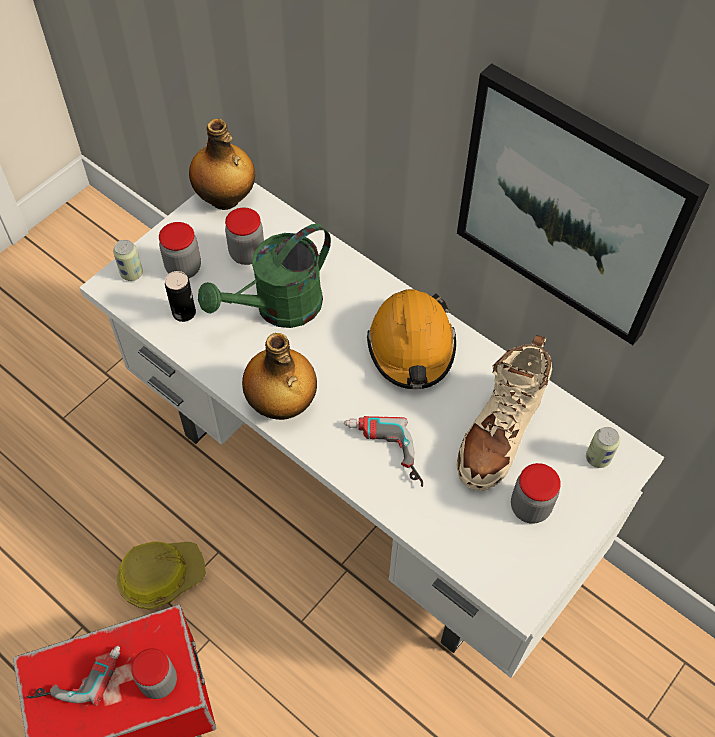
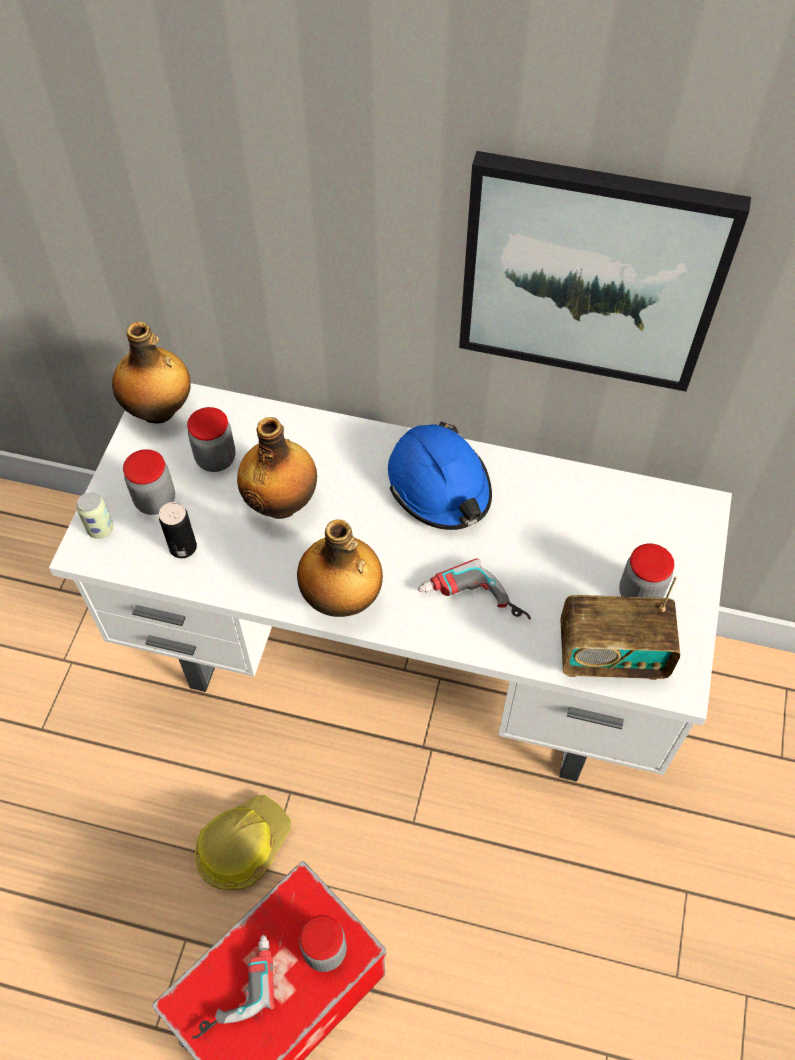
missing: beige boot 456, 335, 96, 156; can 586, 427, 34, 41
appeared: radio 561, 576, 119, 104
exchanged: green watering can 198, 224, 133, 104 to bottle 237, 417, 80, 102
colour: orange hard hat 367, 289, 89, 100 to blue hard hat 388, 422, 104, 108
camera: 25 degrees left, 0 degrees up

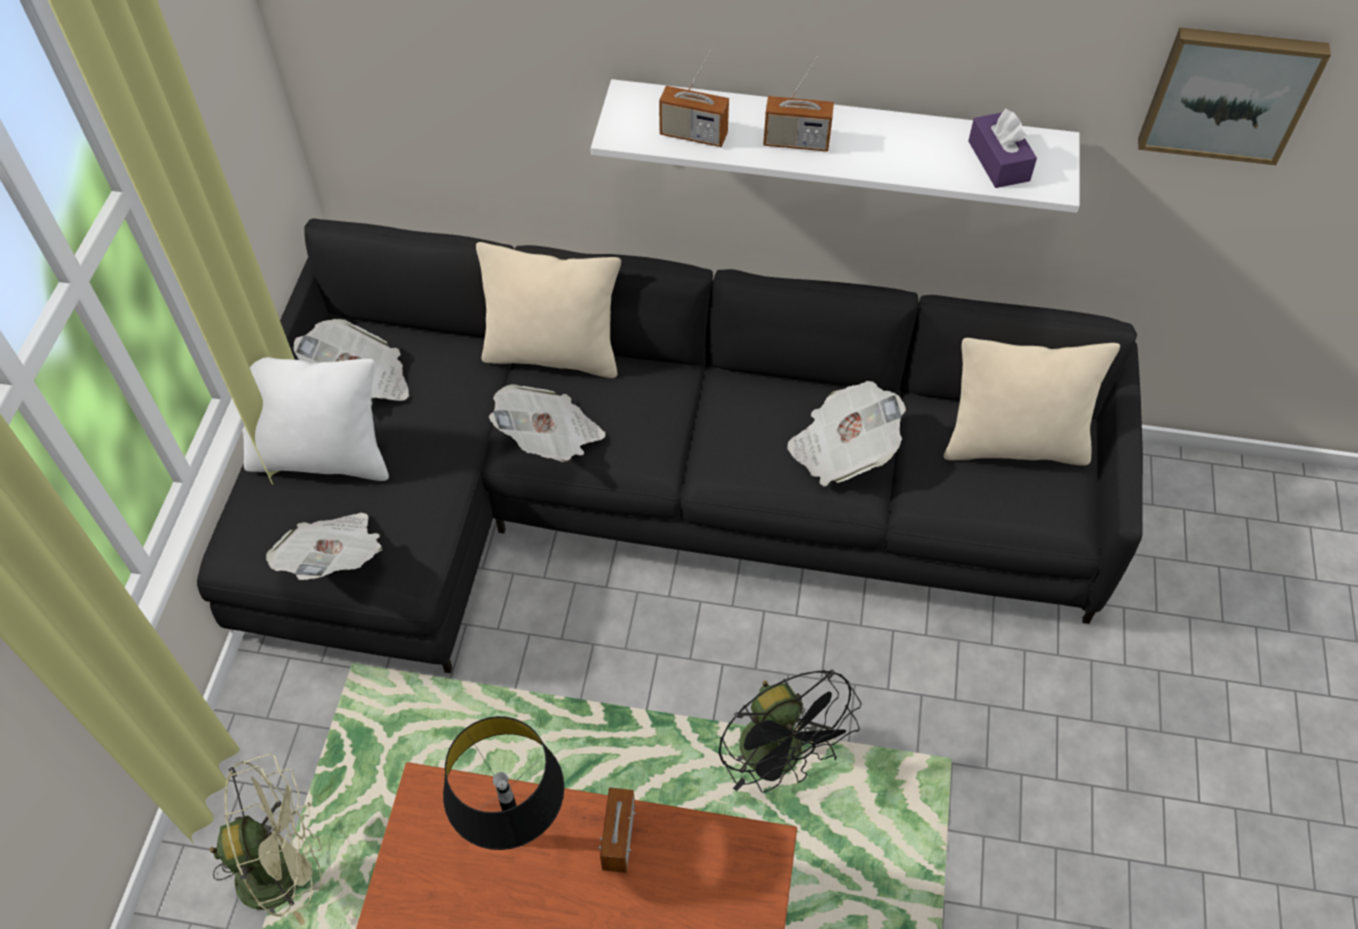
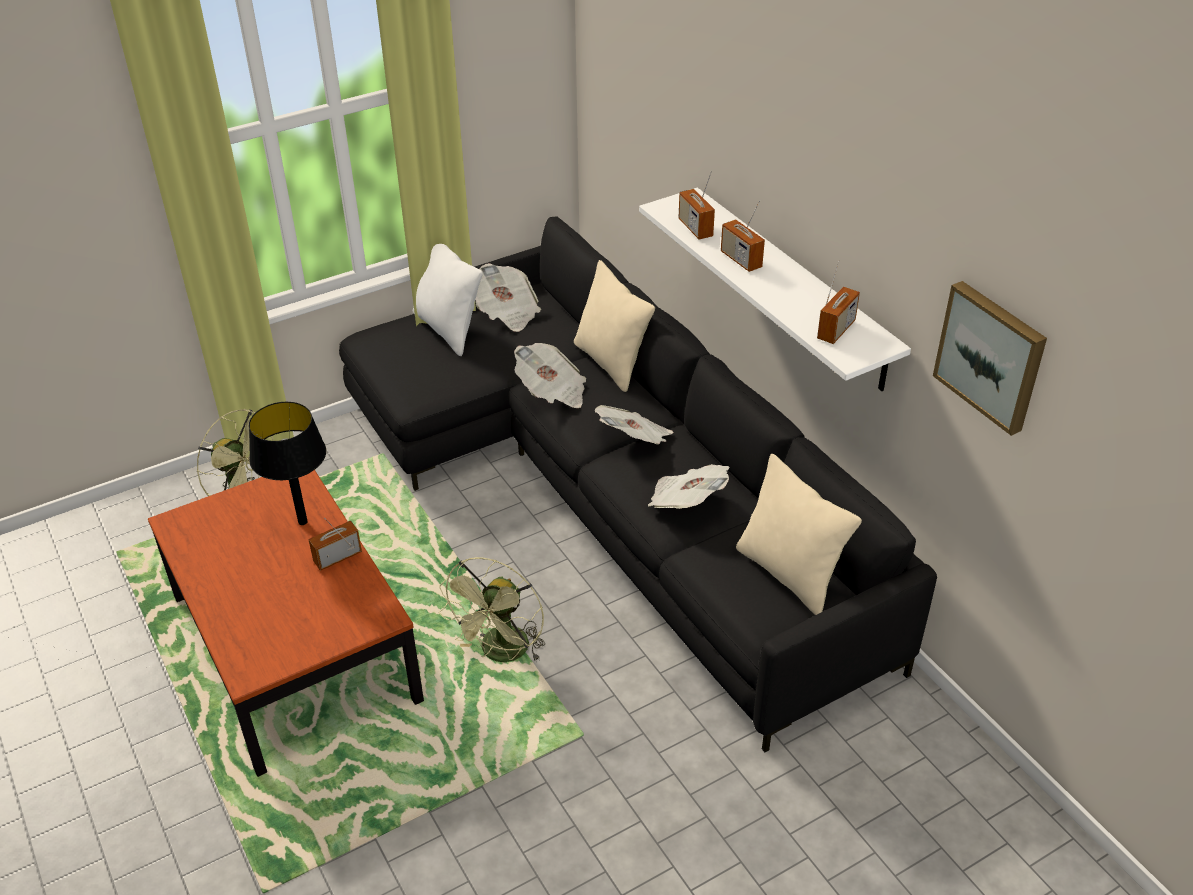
relocated: newspaper 266, 513, 116, 67 to 595, 405, 79, 39
exchanged: purple tissue box 968, 109, 69, 79 to radio 817, 260, 43, 84
colour: black fan 719, 669, 143, 123 to green fan 439, 557, 106, 105
camera: 50 degrees right, 15 degrees down

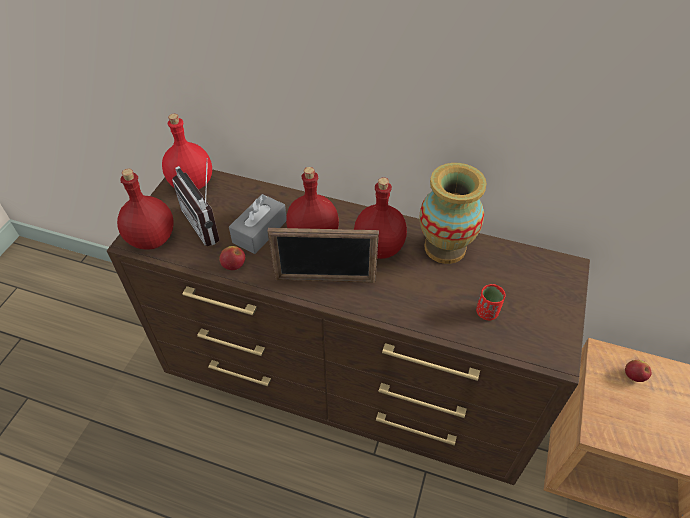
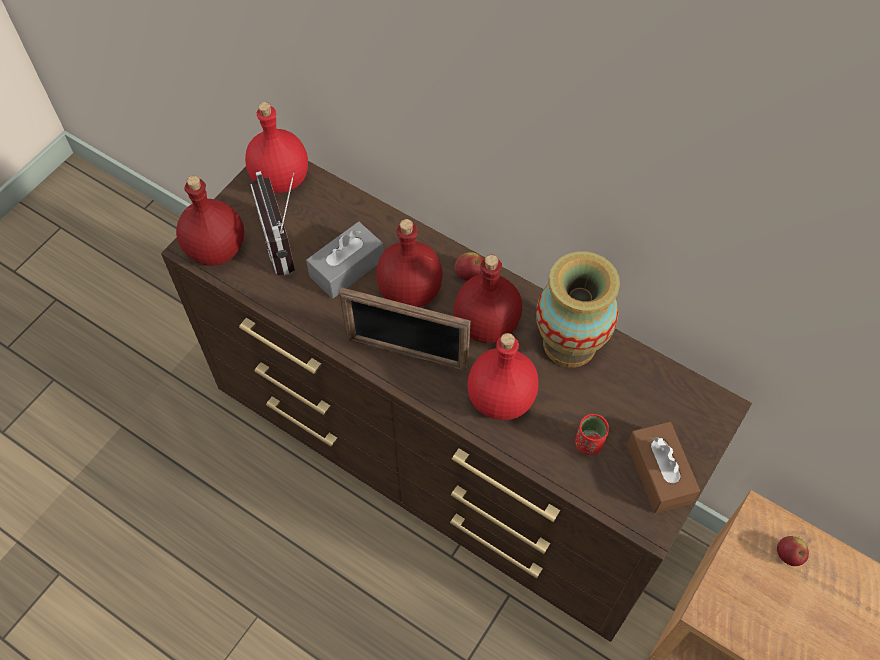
appeared: red bottle 467, 333, 72, 87; brown tissue box 627, 421, 73, 92
relocated: apple 219, 246, 26, 24 to 455, 252, 29, 29
camera: 15 degrees right, 10 degrees up

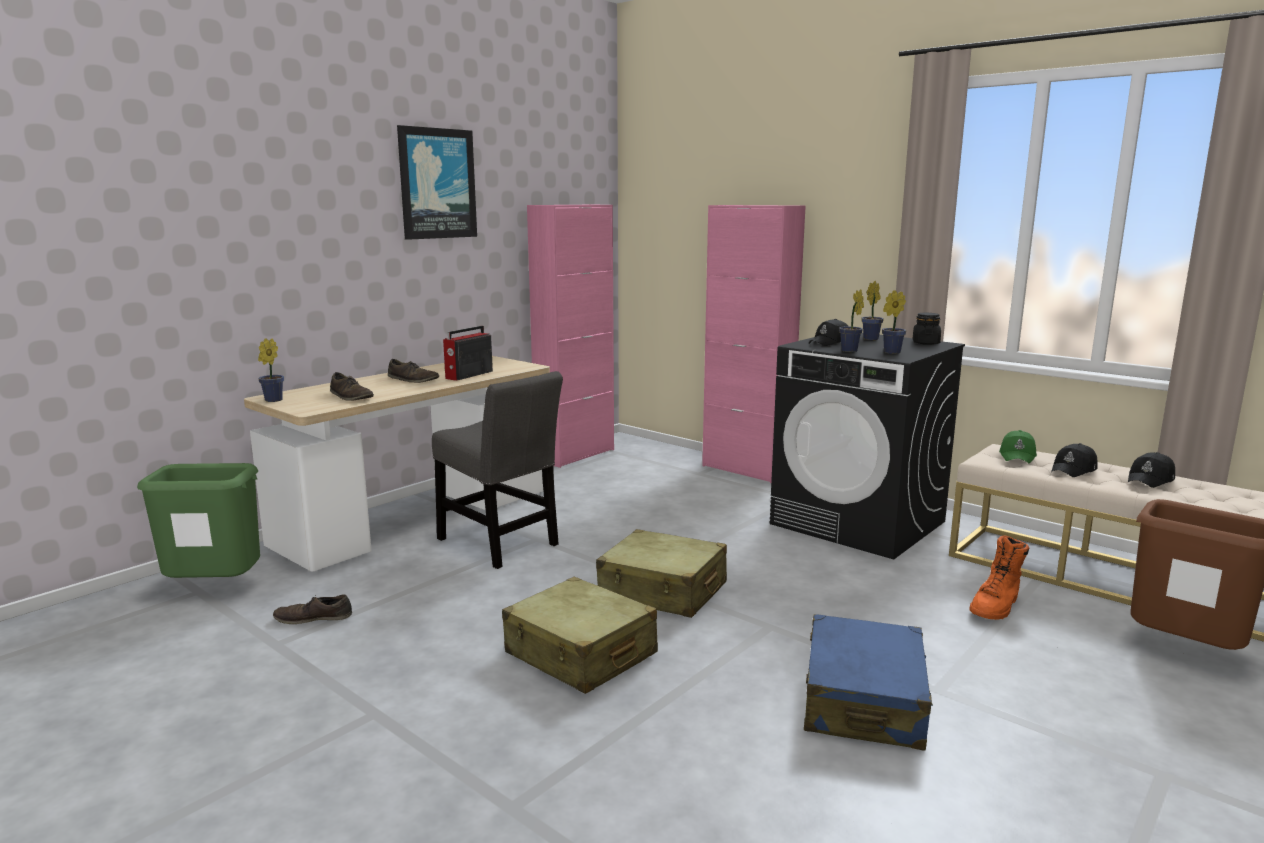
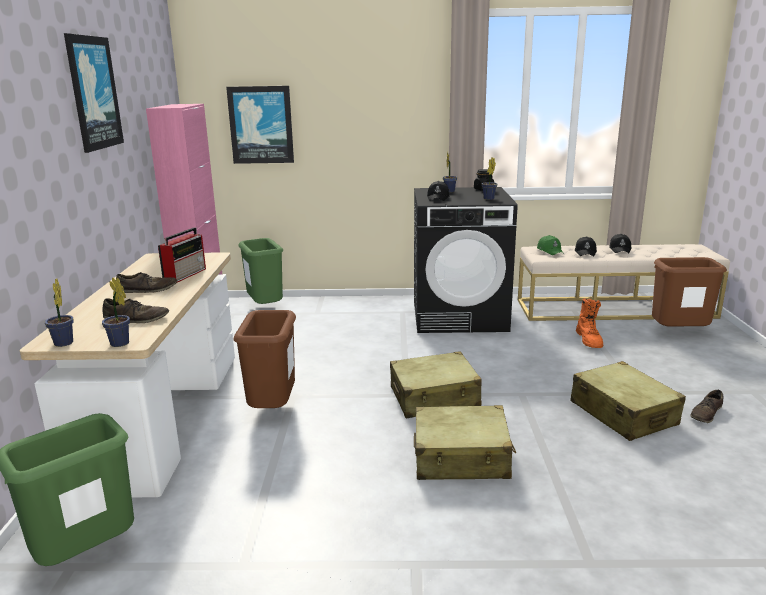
missing: pink cabinet 702, 205, 104, 278
appeared: picture 226, 86, 68, 78; green trash can 238, 238, 45, 66
relocated: brown shoe 273, 594, 79, 30 to 691, 390, 32, 33; potted plant 839, 289, 25, 63 to 102, 277, 28, 70
exchanged: grey chair 432, 371, 131, 198 to brown trash can 233, 310, 63, 98
colour: blue suitcase 804, 614, 129, 137 to beige suitcase 570, 361, 116, 80
spun: radio 443, 326, 50, 55 = 158, 227, 48, 55 150 degrees counterclockwise
camera: 40 degrees left, 5 degrees up

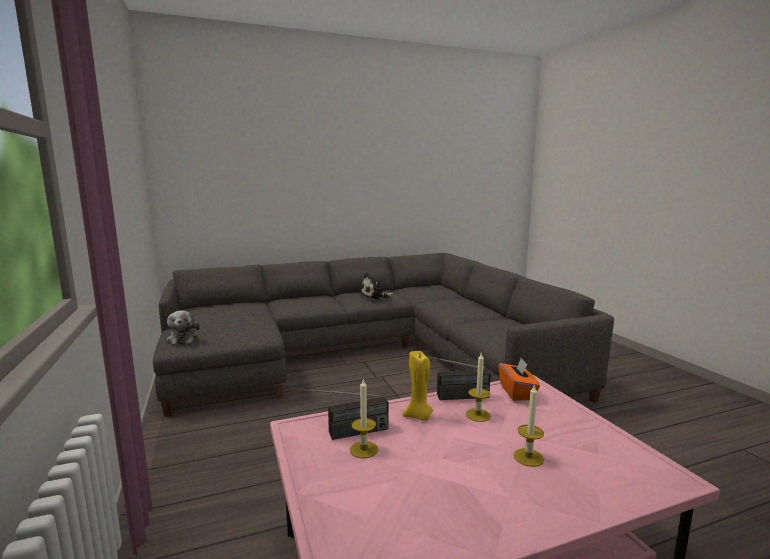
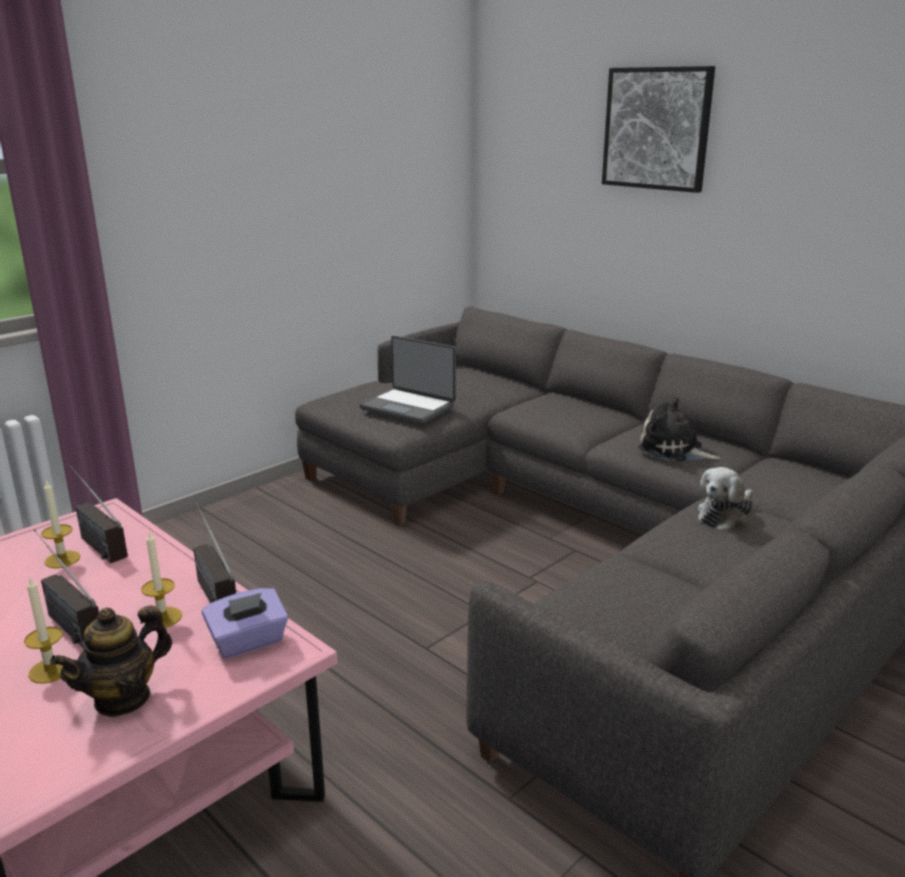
missing: yellow candle 403, 351, 30, 70
appeared: radio 34, 530, 65, 117; teapot 50, 605, 122, 112; laptop 359, 336, 97, 88; picture 602, 66, 113, 127
relocated: plush toy 167, 310, 33, 35 to 698, 467, 55, 65
colour: orange tissue box 498, 358, 42, 43 to purple tissue box 202, 588, 86, 70
camera: 65 degrees right, 10 degrees up

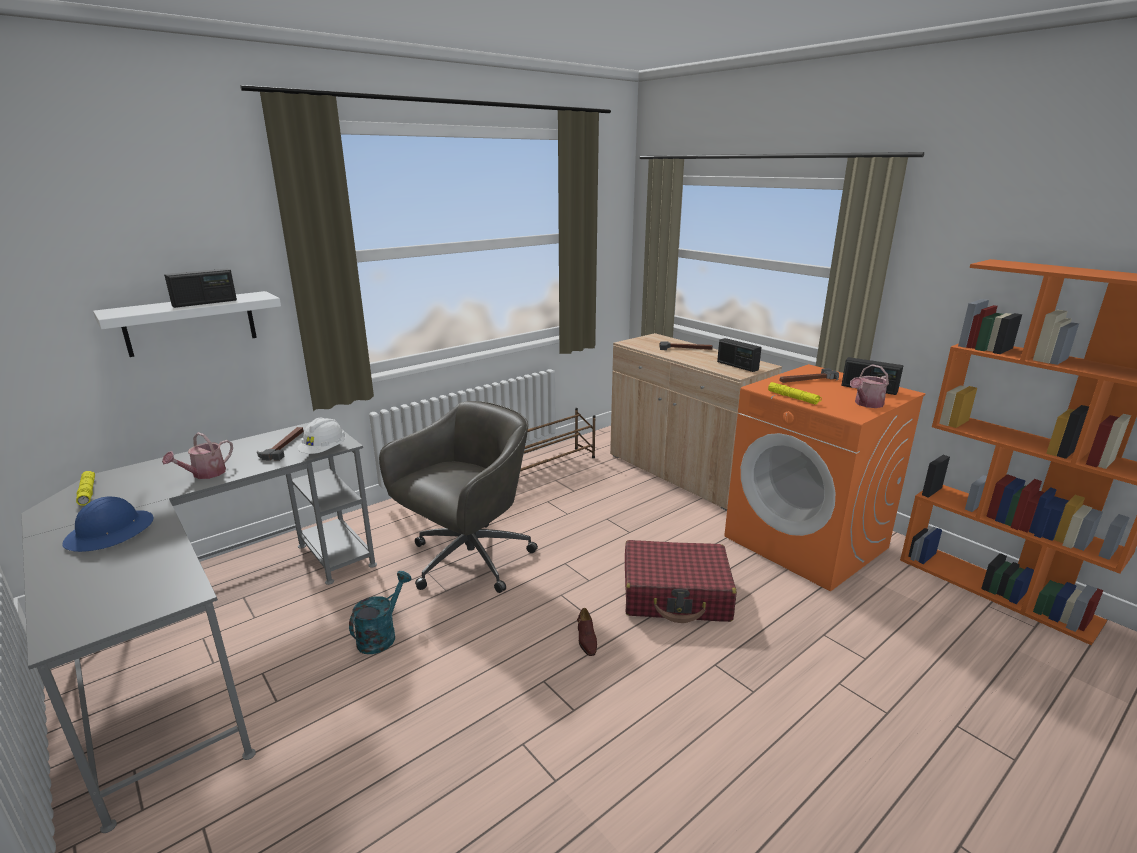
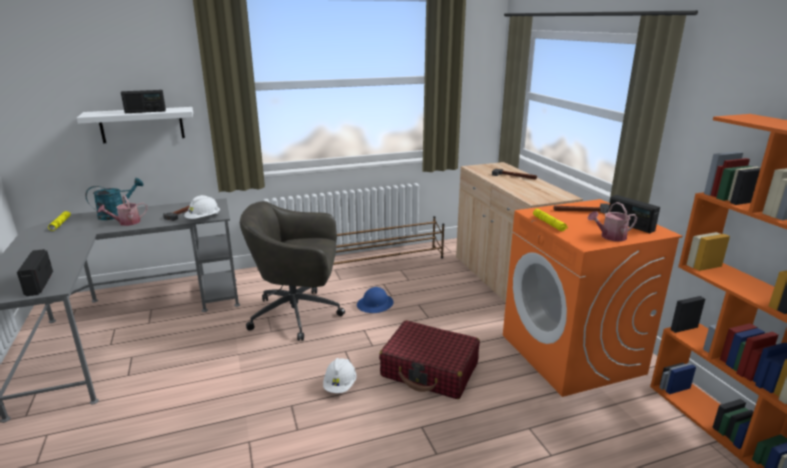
relocated: blue hard hat 63, 496, 90, 56 to 357, 287, 37, 26; turquoise watering can 349, 571, 63, 83 to 86, 178, 58, 42; radio 717, 338, 45, 34 to 17, 249, 36, 47
exchanged: brown shoe 577, 608, 20, 48 to white hard hat 323, 358, 34, 35
spun: grey office chair 379, 401, 159, 192 = 240, 201, 105, 140 150 degrees counterclockwise
camera: 20 degrees right, 0 degrees up

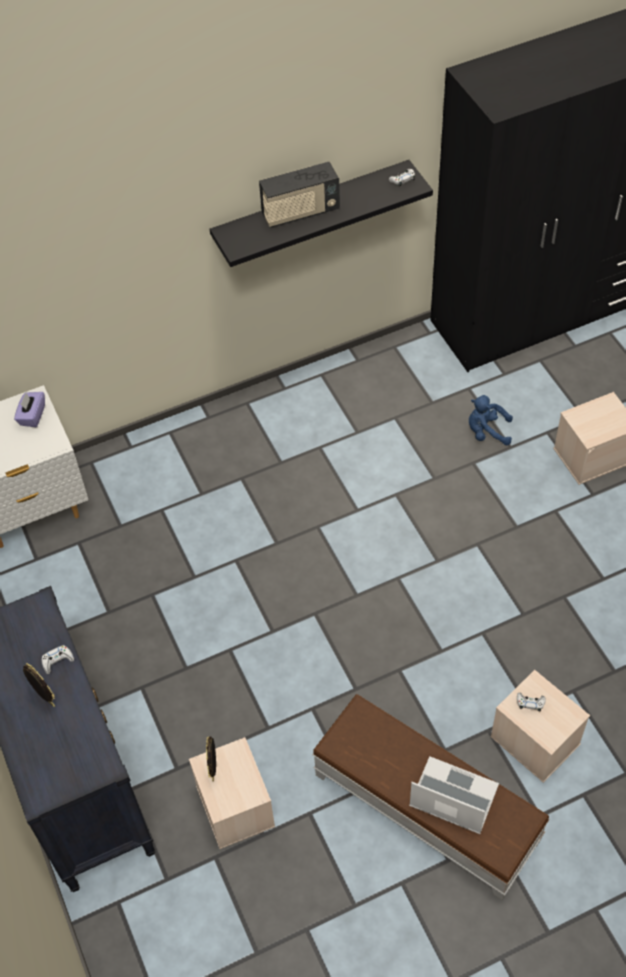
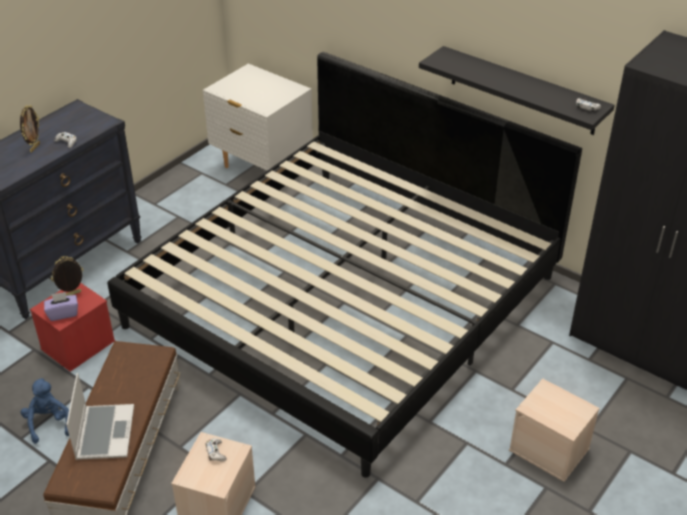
missing: radio 259, 162, 81, 66
appeared: bed 107, 52, 475, 426
relocated: purple tissue box 14, 392, 31, 35 to 44, 292, 34, 29; blue plush toy 469, 395, 44, 50 to 20, 378, 49, 66
colour: beige storage box 189, 737, 86, 112 to red storage box 30, 283, 85, 89
camera: 60 degrees right, 15 degrees down

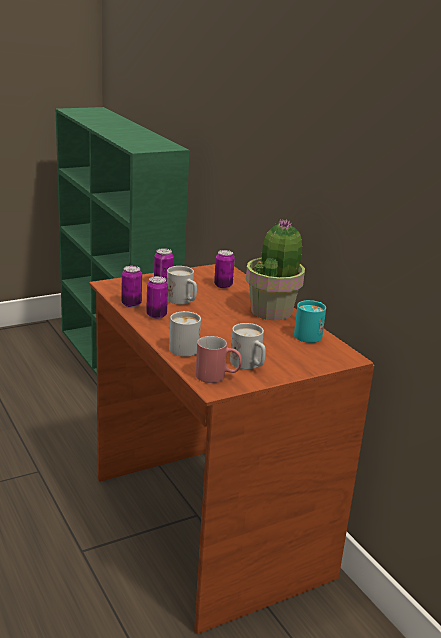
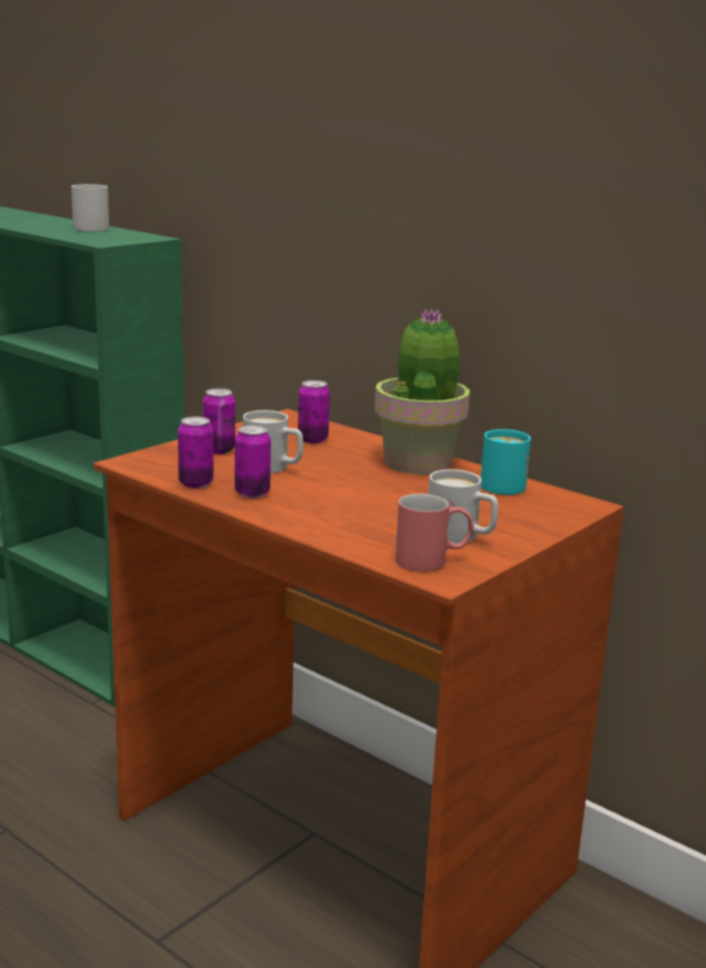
relocated: white mug 169, 311, 32, 46 to 71, 184, 38, 48
camera: 20 degrees left, 5 degrees down

